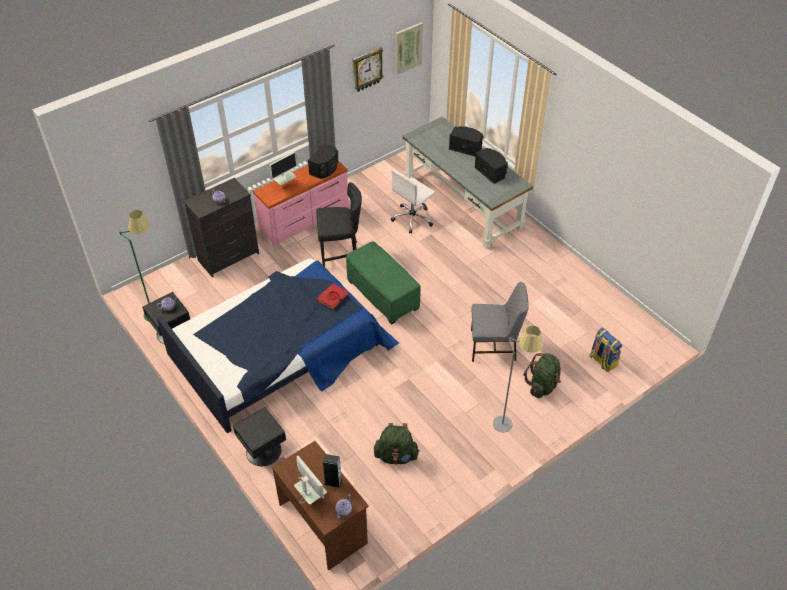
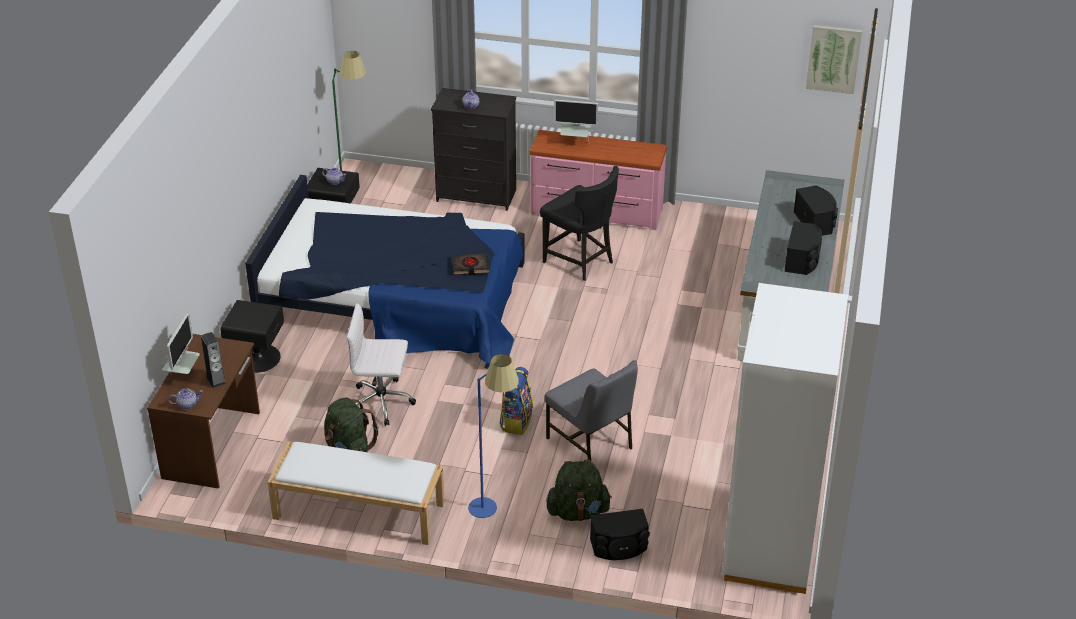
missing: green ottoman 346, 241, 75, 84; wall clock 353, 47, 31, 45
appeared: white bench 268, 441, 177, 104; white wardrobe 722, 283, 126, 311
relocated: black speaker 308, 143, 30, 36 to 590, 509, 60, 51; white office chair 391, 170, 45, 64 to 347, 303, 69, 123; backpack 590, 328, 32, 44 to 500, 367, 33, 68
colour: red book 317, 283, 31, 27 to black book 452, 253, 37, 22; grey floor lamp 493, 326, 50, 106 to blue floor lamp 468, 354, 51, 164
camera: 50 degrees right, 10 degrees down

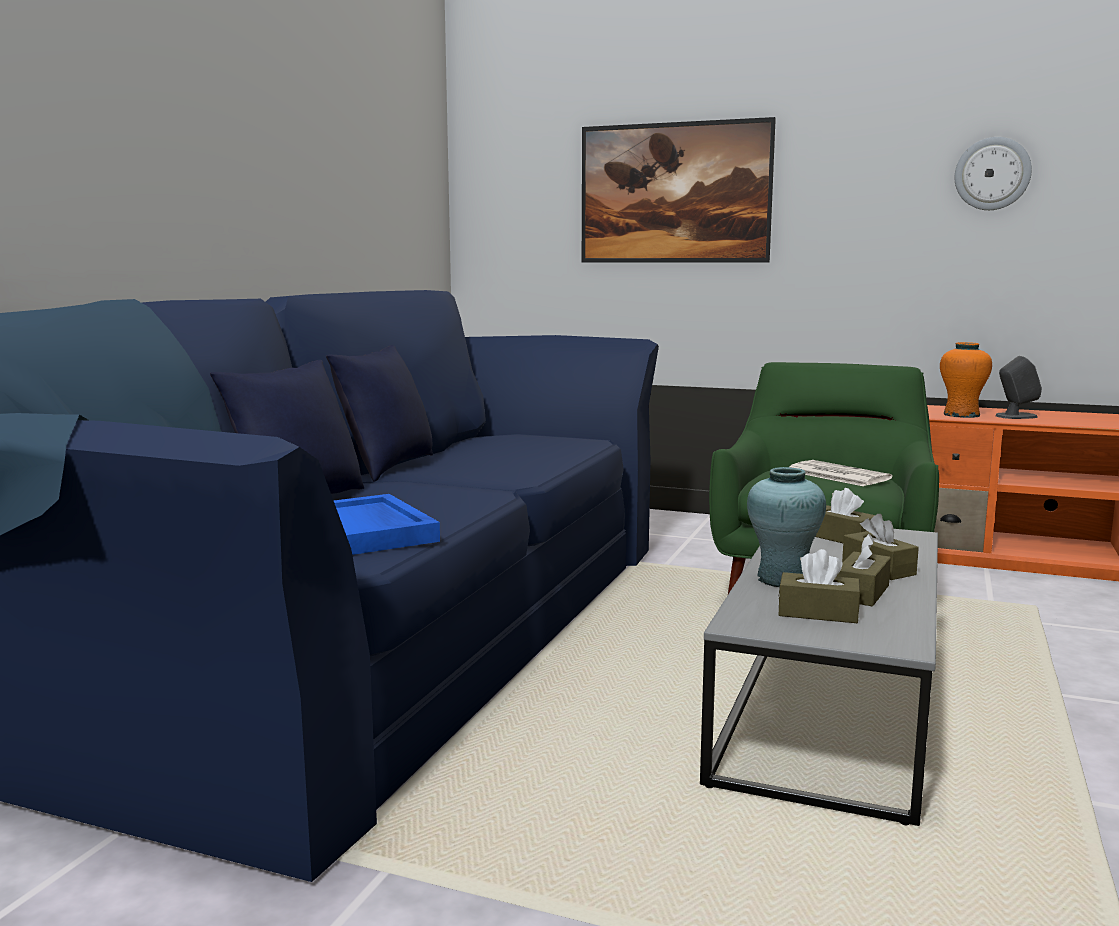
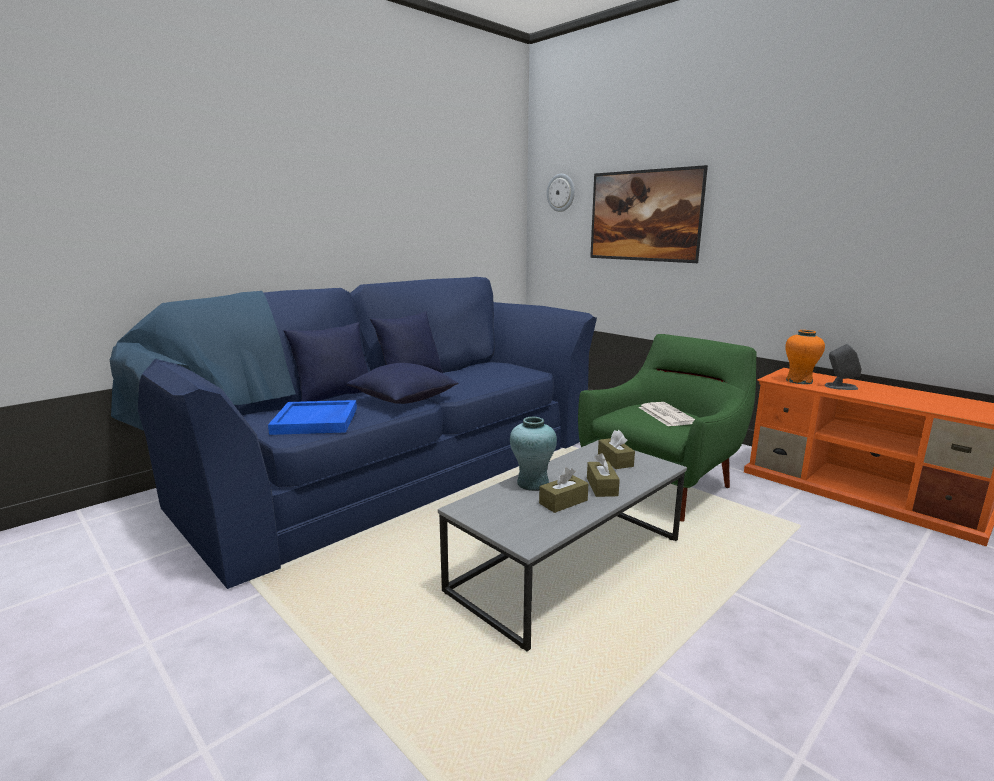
missing: brown tissue box 778, 549, 82, 74
appeared: blue pillow 347, 363, 112, 41
relocated: wall clock 955, 137, 77, 73 to 547, 174, 28, 38
camera: 25 degrees right, 5 degrees up

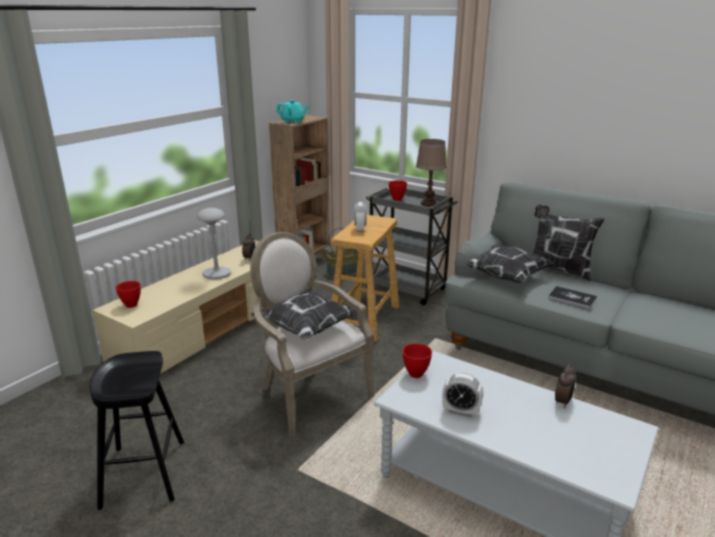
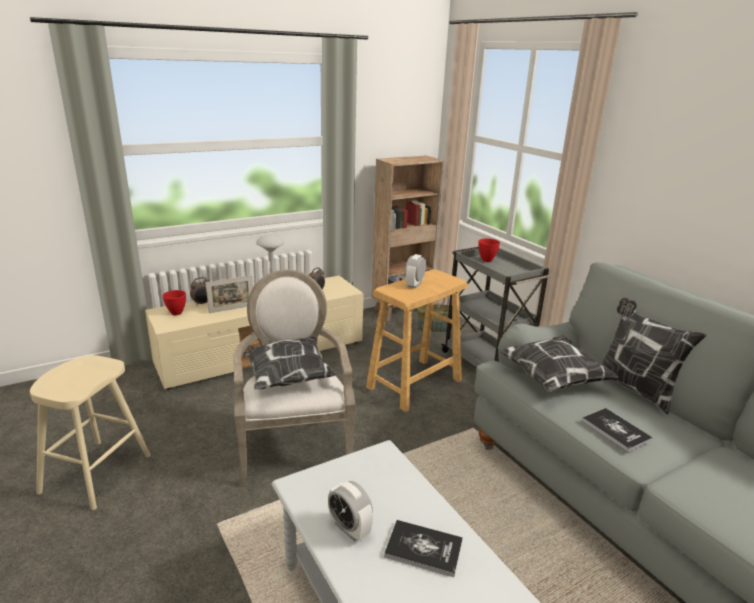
missing: turquoise teapot 276, 100, 33, 23; red bowl 402, 343, 30, 35; brown table lamp 416, 139, 31, 68
appeared: picture frame 206, 275, 47, 38; book 384, 520, 79, 57
relocated: alarm clock 555, 364, 21, 44 to 190, 277, 20, 29
colour: black stool 89, 351, 95, 159 to beige stool 30, 355, 121, 155
camera: 25 degrees right, 0 degrees up

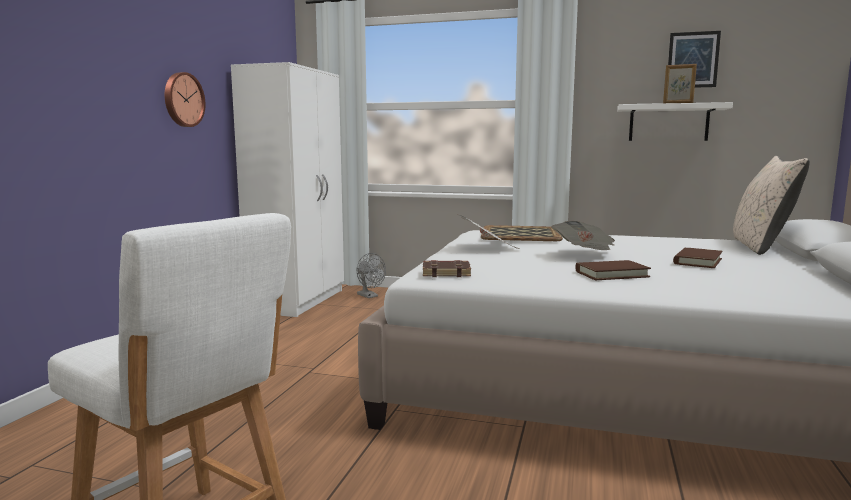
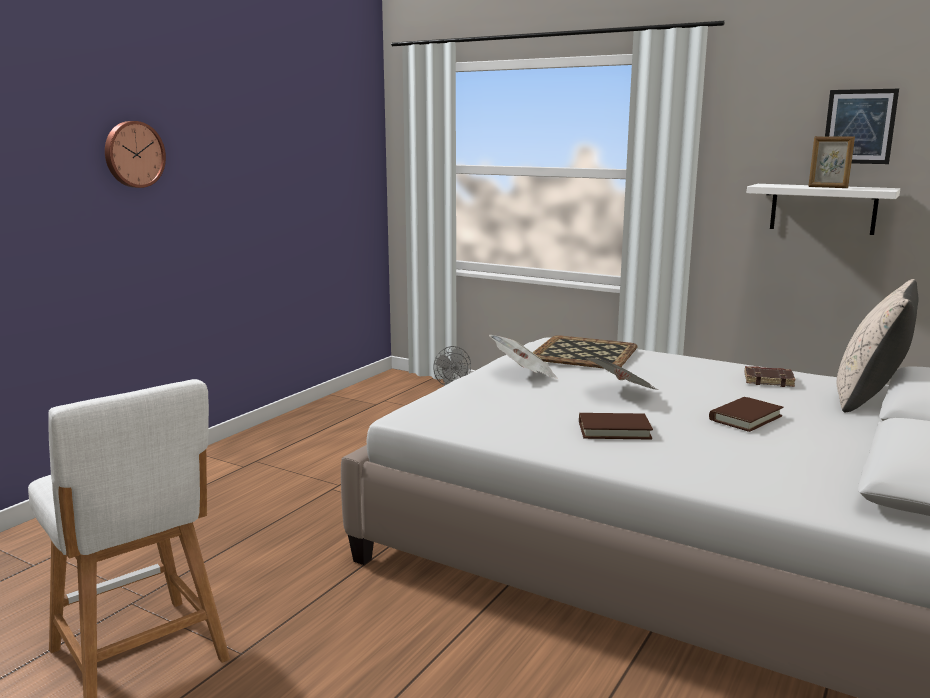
missing: white wardrobe 231, 62, 113, 255
relocated: wall clock 165, 72, 41, 55 to 105, 121, 61, 67; brown book 423, 260, 48, 17 to 745, 366, 51, 21
camera: 15 degrees right, 5 degrees up

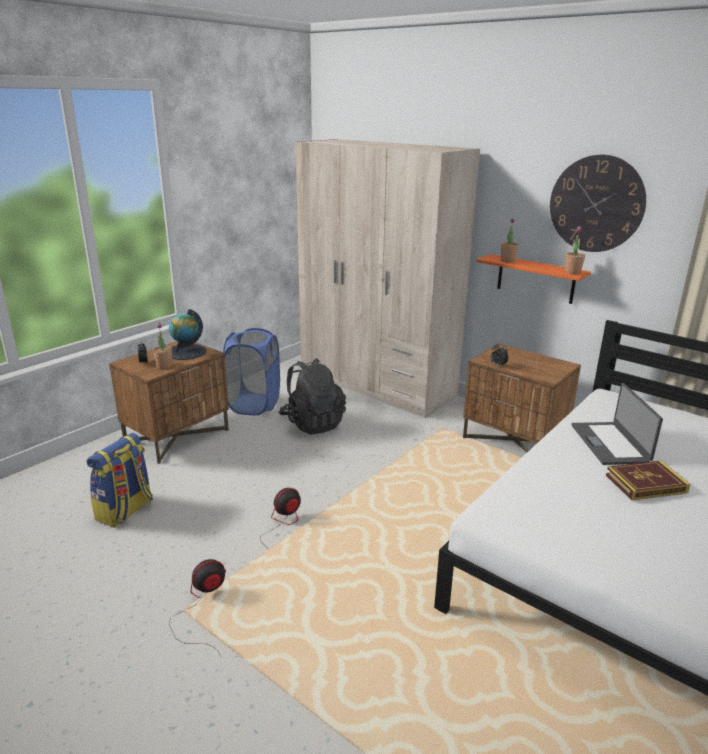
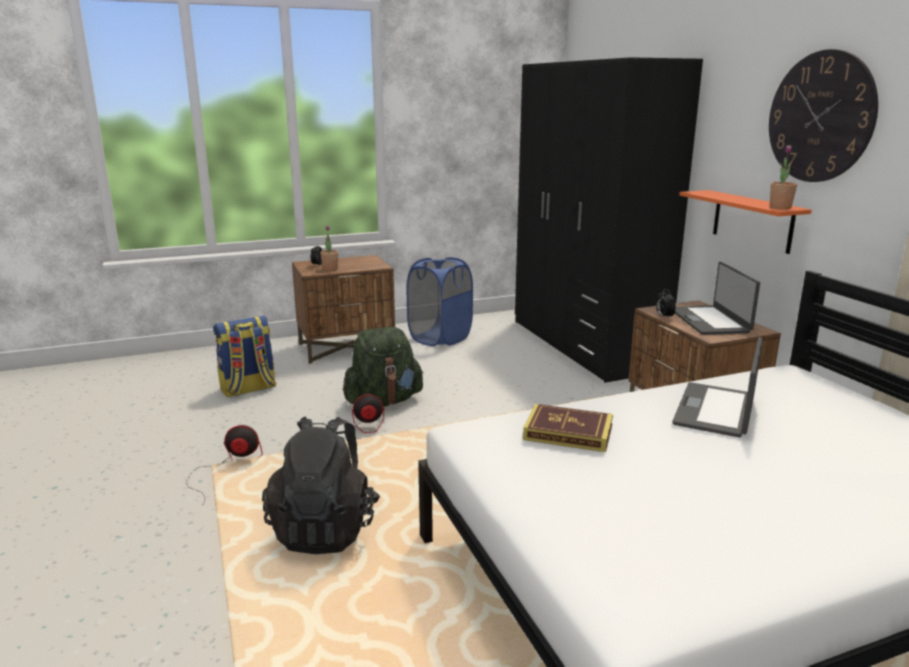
missing: globe 169, 309, 38, 51; potted plant 501, 218, 18, 45
appeared: green backpack 343, 327, 81, 80; laptop 675, 262, 85, 73
relocated: black backpack 279, 358, 67, 77 to 262, 416, 118, 138; book 606, 461, 84, 39 to 523, 404, 90, 48
colour: beige wardrobe 296, 139, 184, 279 to black wardrobe 515, 57, 188, 326
camera: 30 degrees right, 5 degrees down

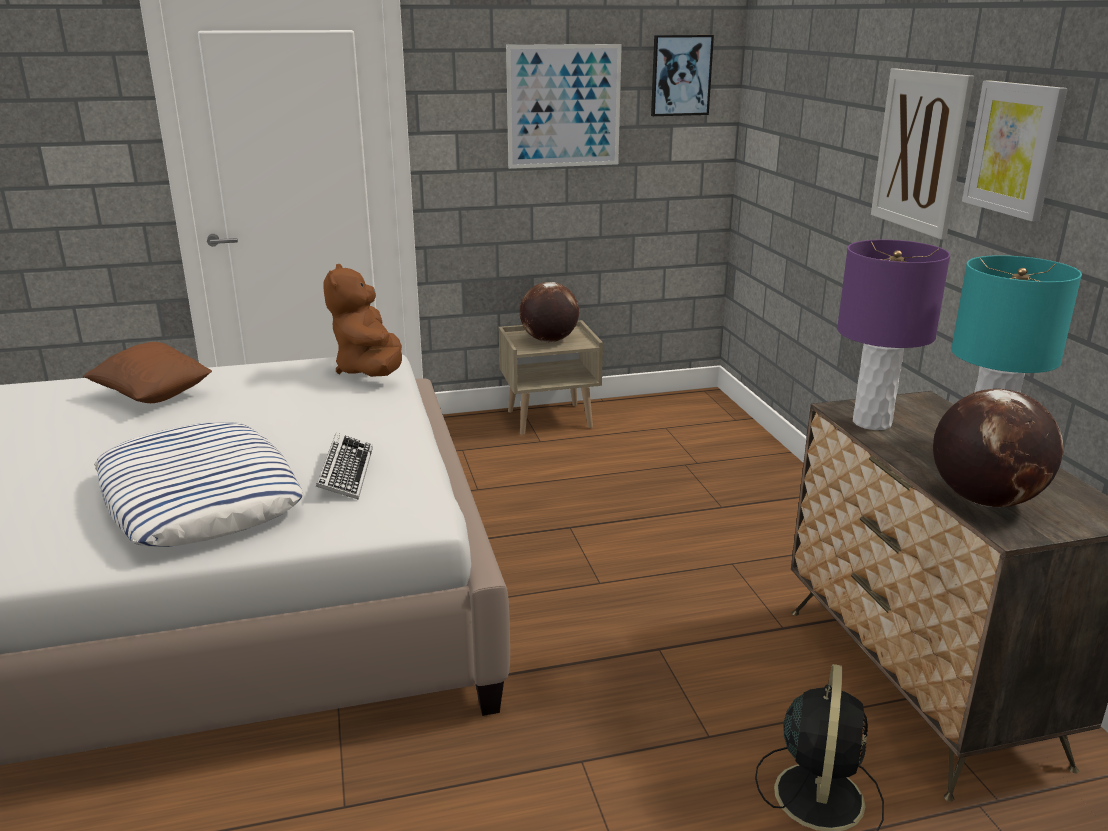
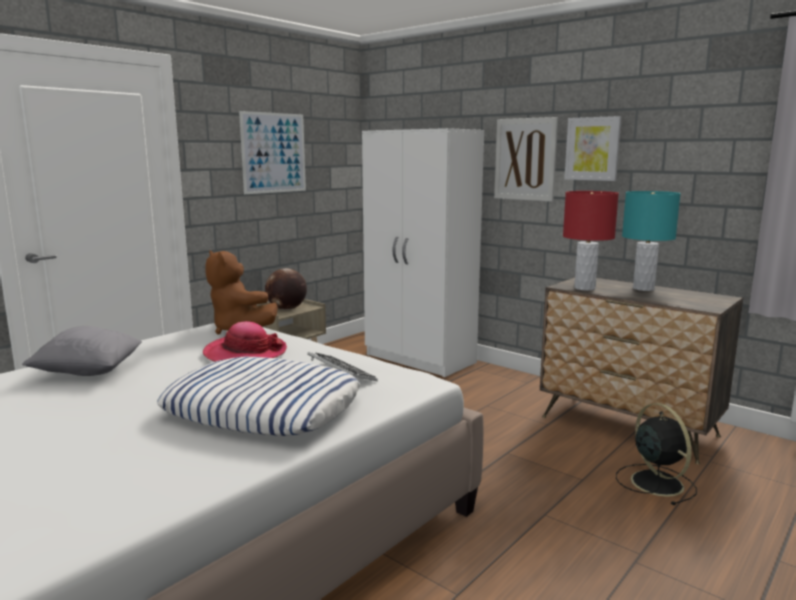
missing: picture 651, 35, 63, 81; globe 933, 389, 131, 118
appeared: hat 203, 321, 84, 41; white wardrobe 362, 128, 122, 249
colour: brown pillow 83, 342, 129, 61 to grey pillow 22, 326, 120, 50; purple table lamp 837, 240, 113, 190 to red table lamp 563, 191, 56, 100
camera: 35 degrees left, 10 degrees down

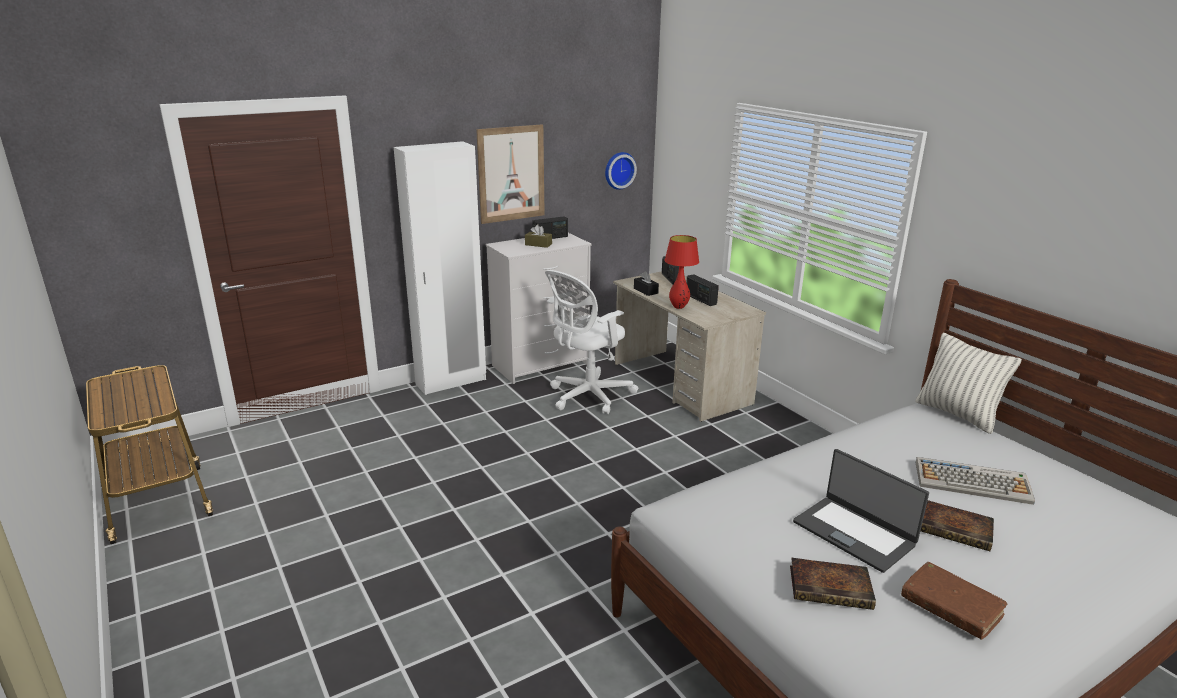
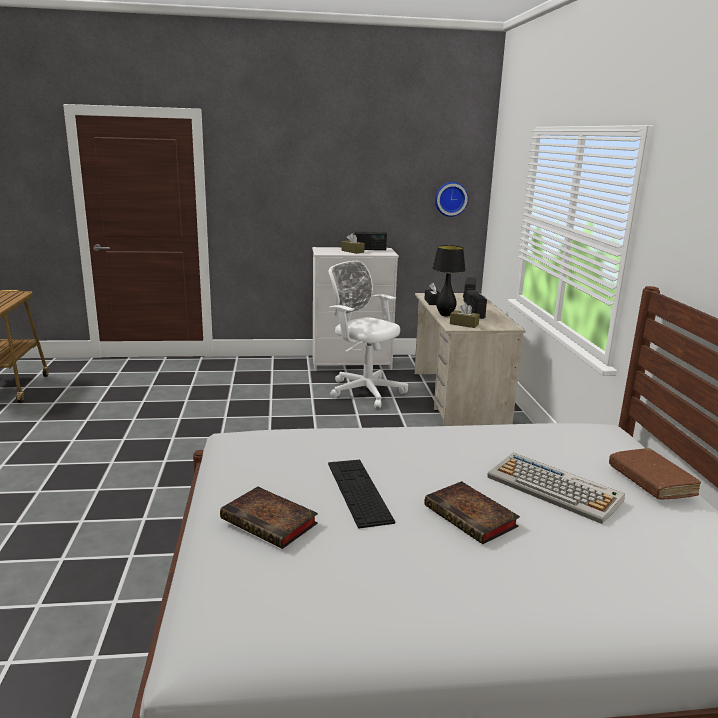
missing: white wardrobe 394, 141, 92, 254; picture 476, 124, 69, 100; pillow 915, 333, 107, 101
appeared: brown tissue box 450, 303, 30, 25
relocated: brown book 901, 562, 106, 78 to 609, 448, 92, 52
exchanged: laptop 793, 449, 136, 124 to keyboard 328, 460, 67, 69
colour: red table lamp 665, 235, 34, 74 to black table lamp 432, 245, 34, 71
spun: white office chair 545, 270, 93, 144 = 329, 261, 79, 148 60 degrees clockwise
camera: 25 degrees right, 5 degrees down

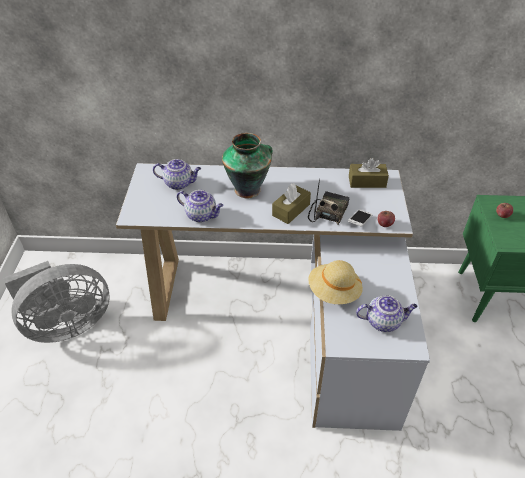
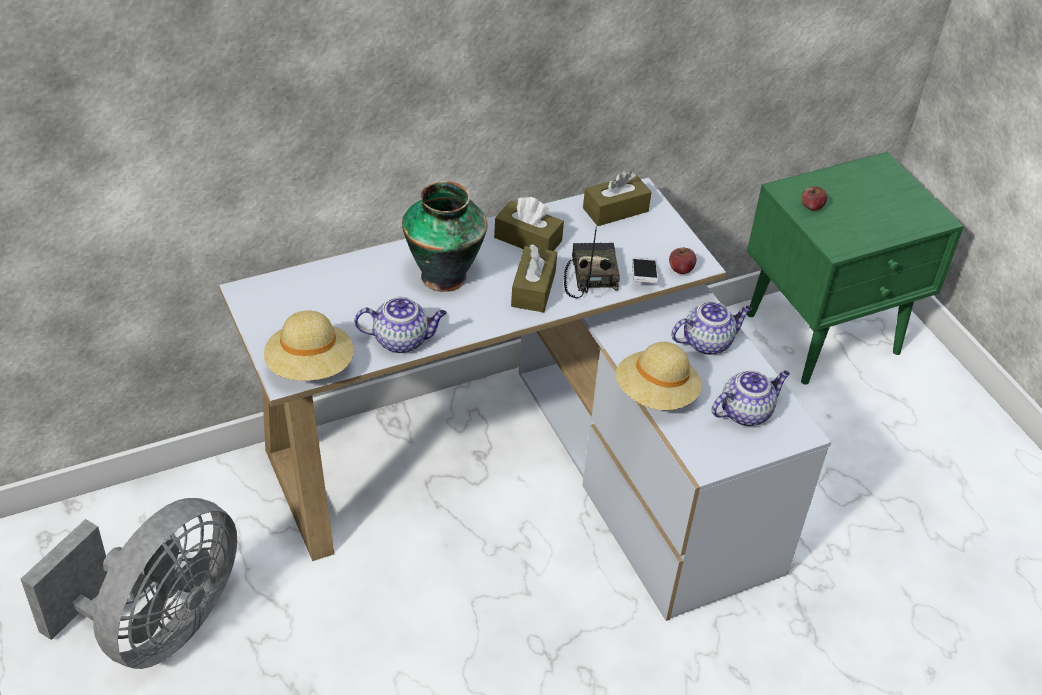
appeared: beige hat 264, 310, 90, 71; brown tissue box 494, 197, 70, 54
relocated: teapot 153, 159, 48, 31 to 671, 301, 81, 54
camera: 30 degrees left, 0 degrees up

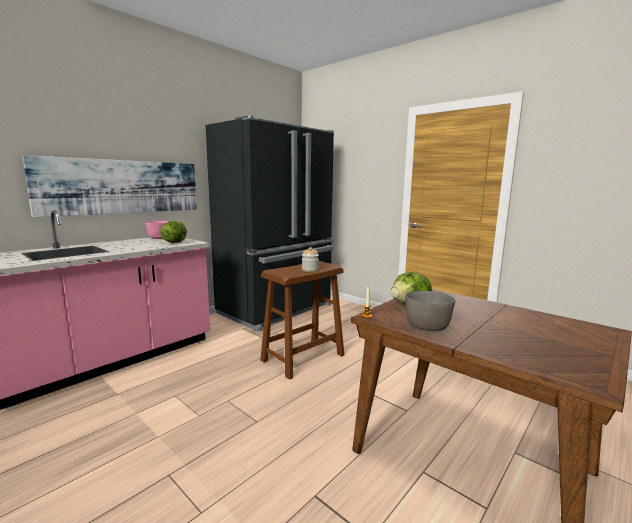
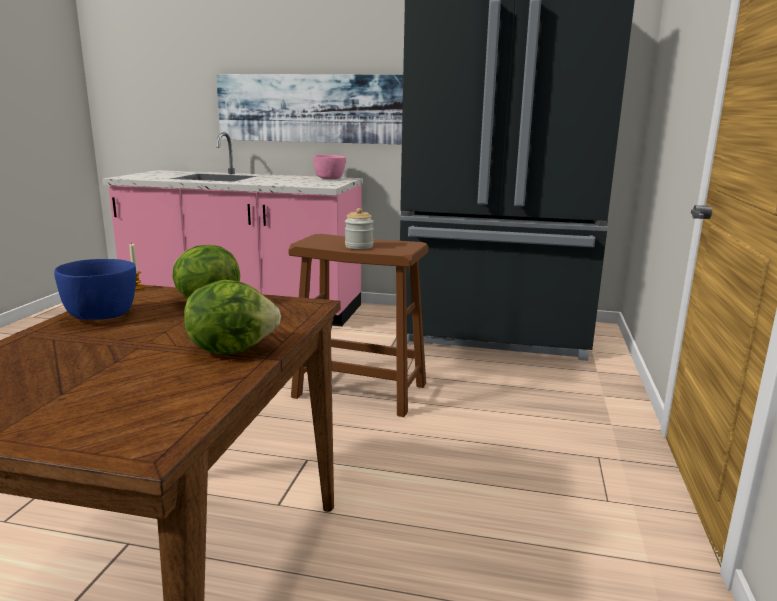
relocated: lettuce 160, 221, 27, 22 to 184, 280, 97, 74
colour: grey bowl 405, 291, 51, 40 to blue bowl 54, 259, 82, 61
camera: 60 degrees right, 5 degrees up

